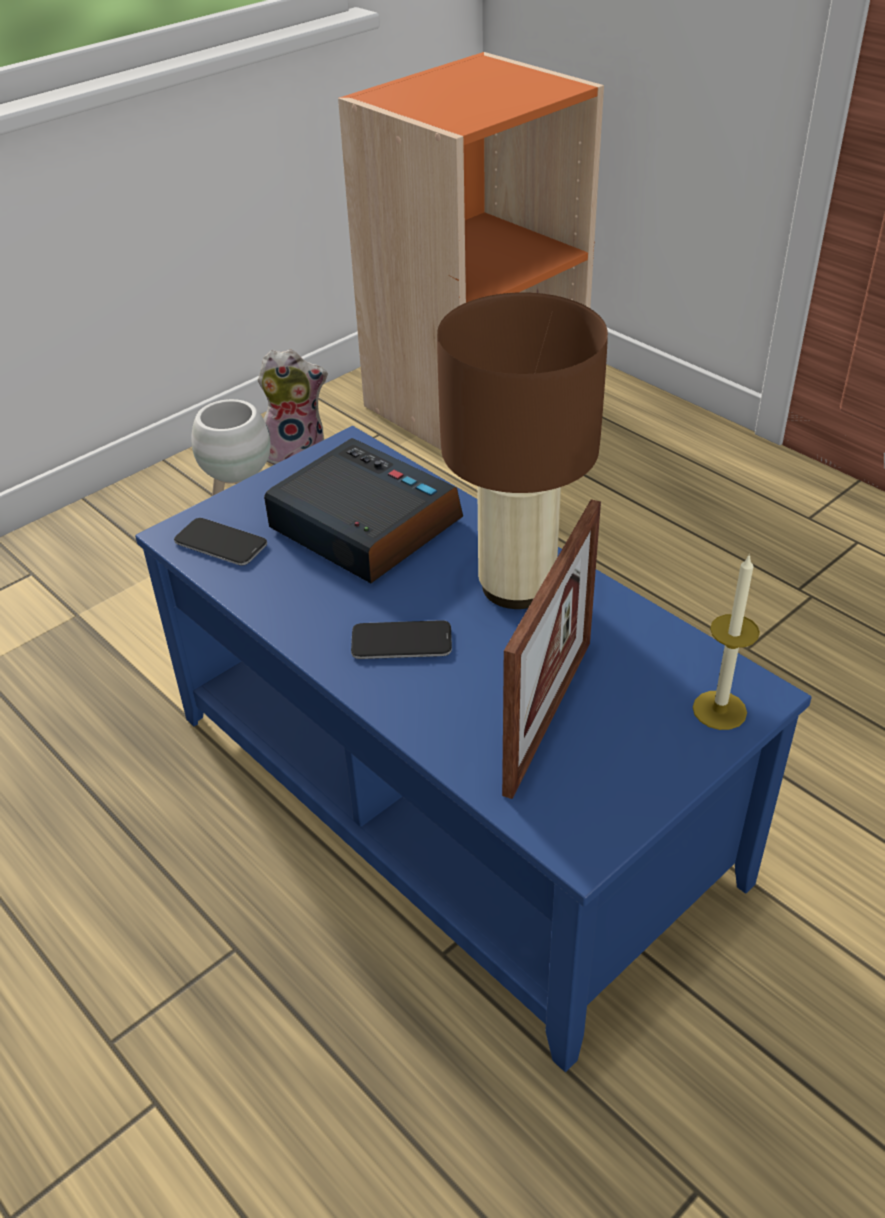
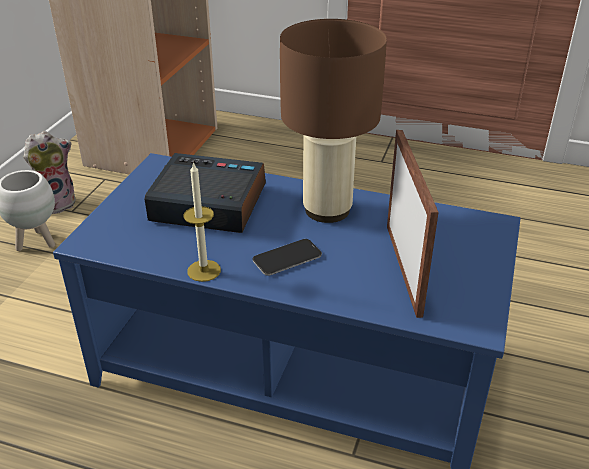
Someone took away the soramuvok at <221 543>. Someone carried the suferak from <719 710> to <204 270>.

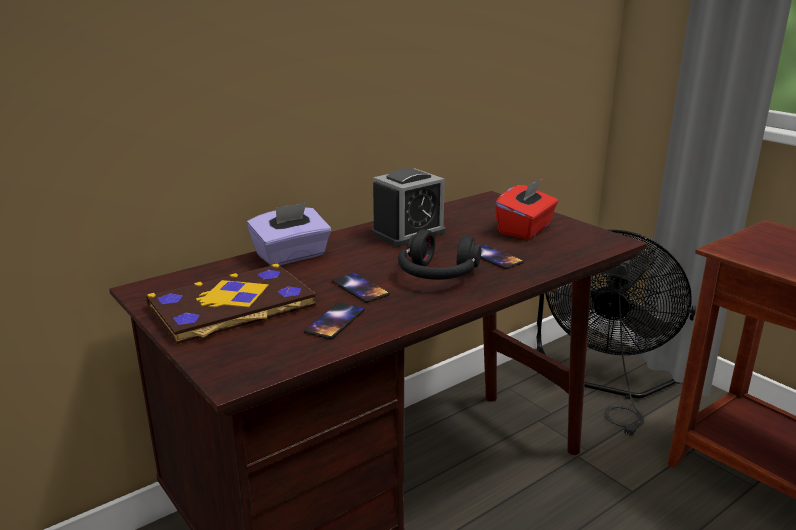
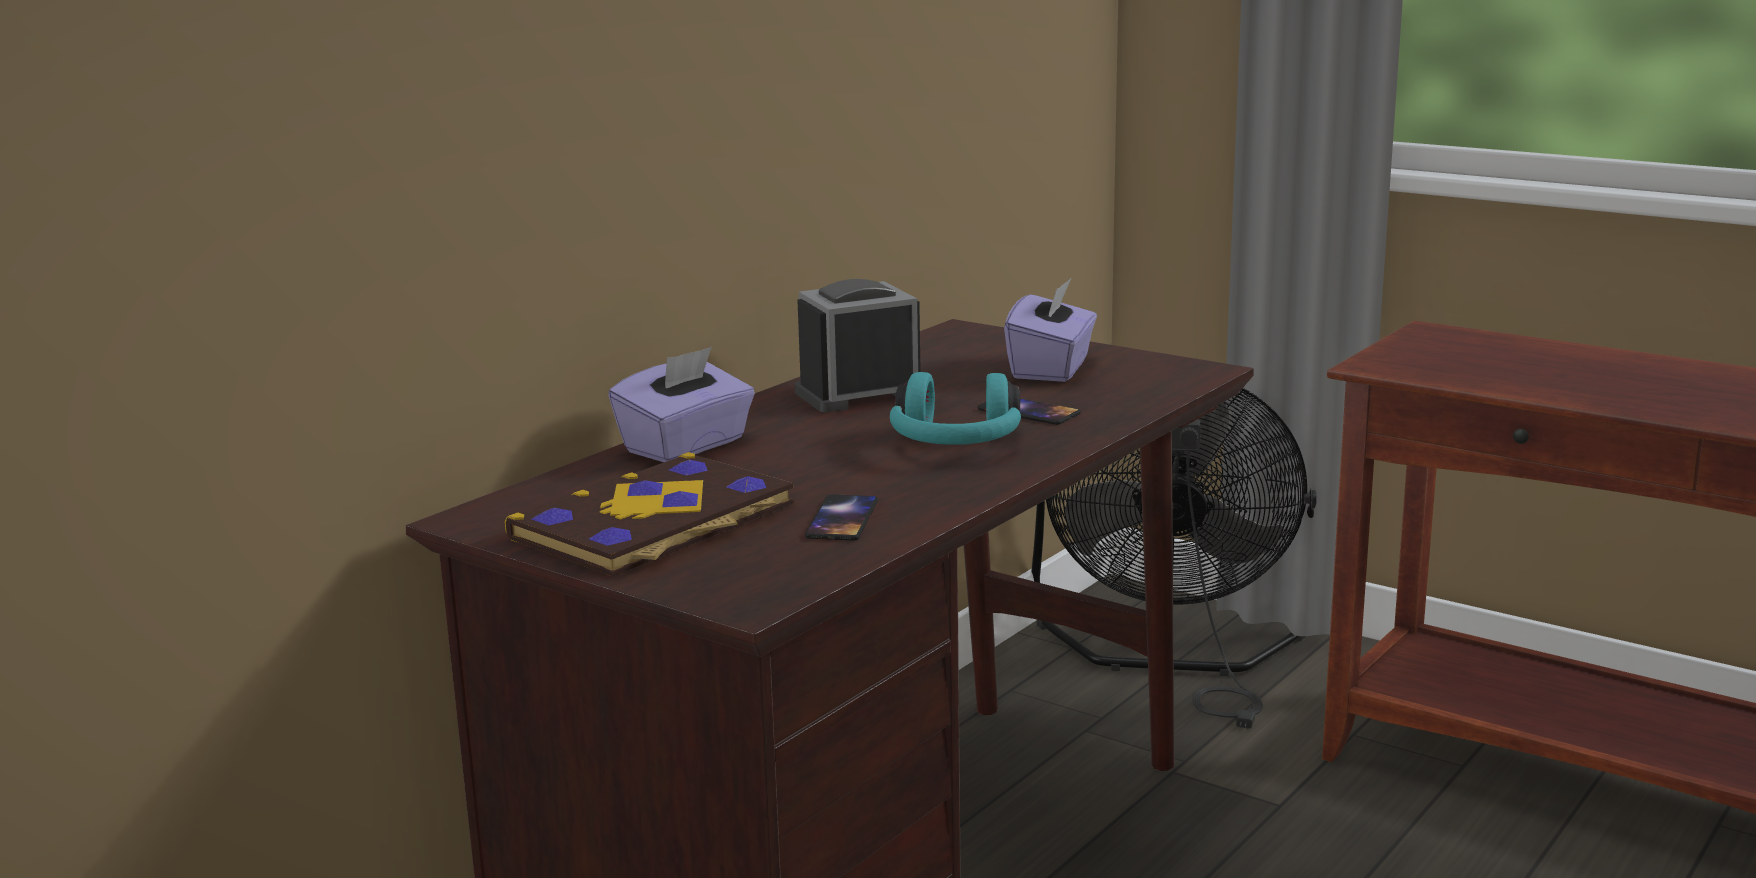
Someone took away the soramuvok at <360 288>. Someone rotated the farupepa at <408 233> by 150 degrees counterclockwise. Someone repainted the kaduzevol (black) at <436 276>, which became the kaduzevol (turquoise) at <955 445>. Someone repainted the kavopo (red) at <525 229>, which became the kavopo (purple) at <1051 369>.

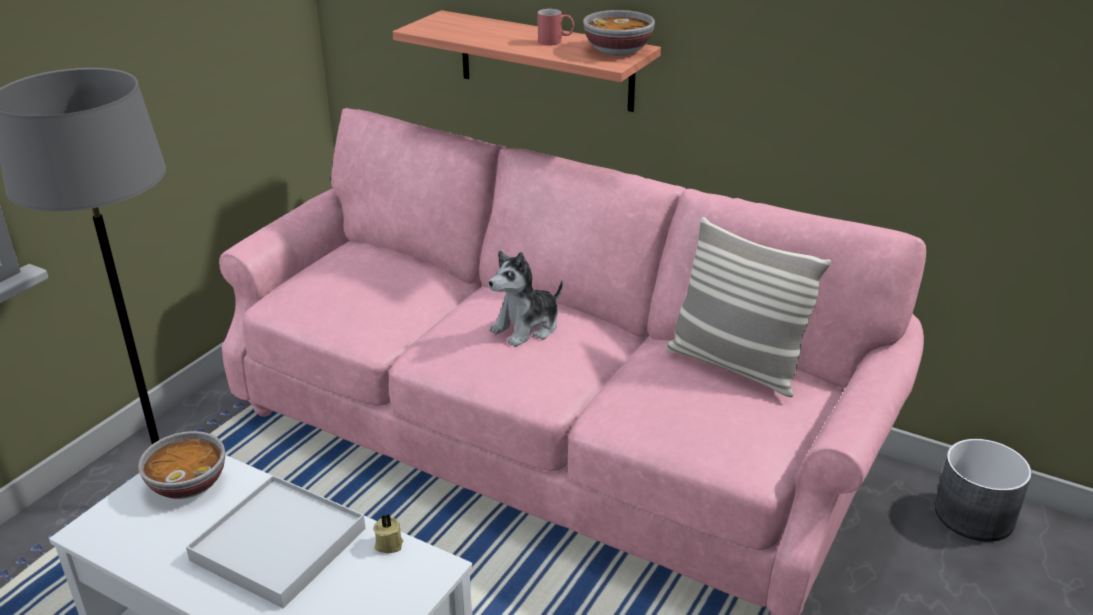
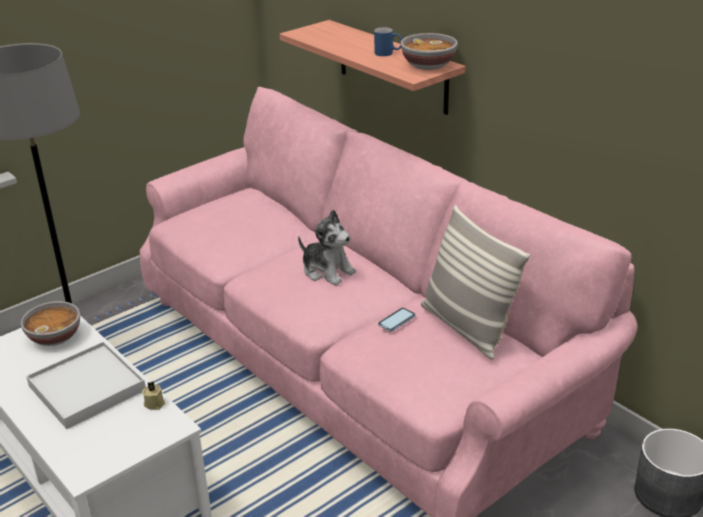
Someone rotated the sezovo at <527 328> by 120 degrees counterclockwise. Someone repainted the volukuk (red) at <556 42>, which became the volukuk (blue) at <388 53>. Someone put down the soramuvok at <396 321>.

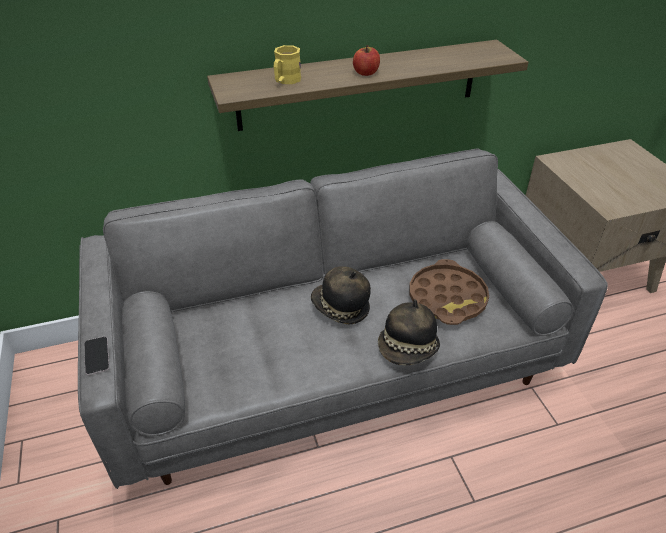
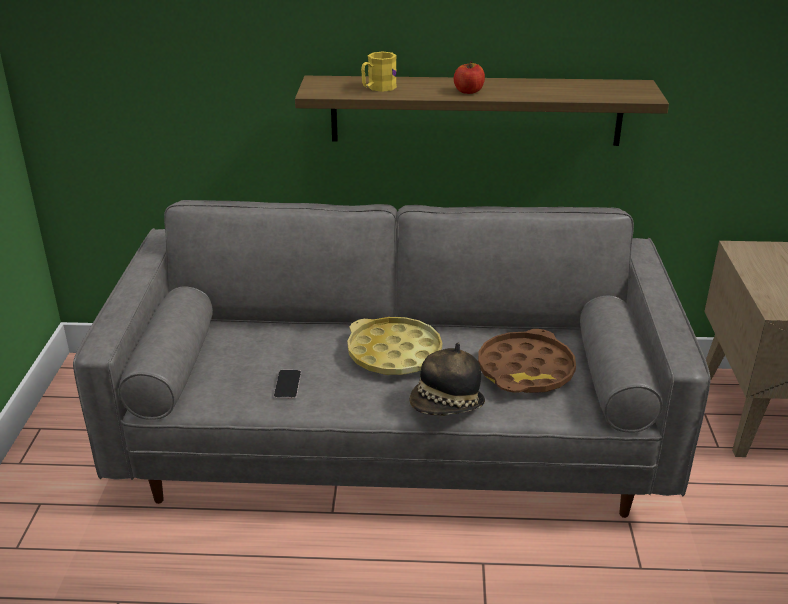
Someone carried the soramuvok from <97 356> to <287 385>. Someone swapped the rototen at <340 308> for the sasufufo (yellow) at <394 354>.

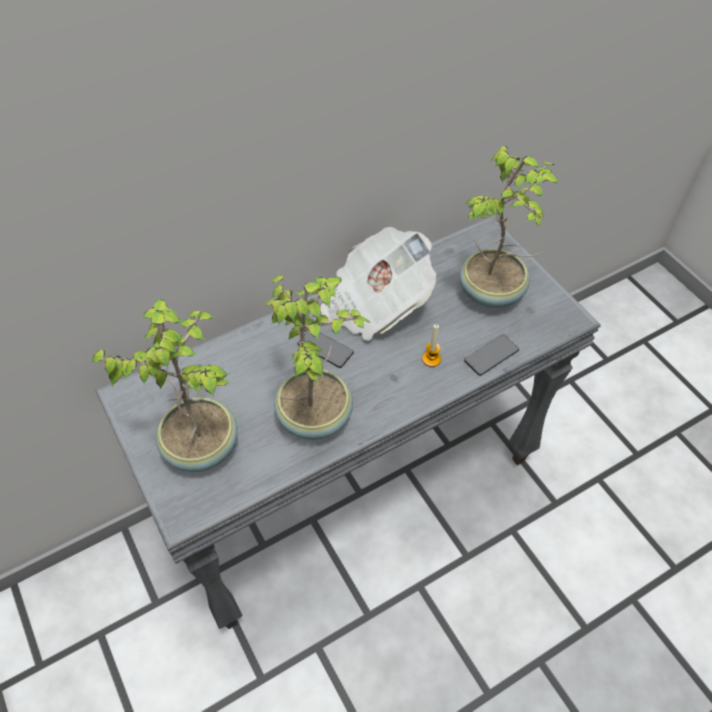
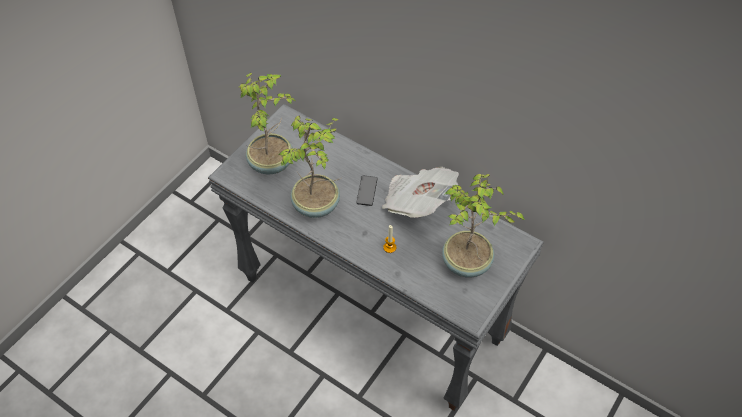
Someone took away the soramuvok at <491 355>.

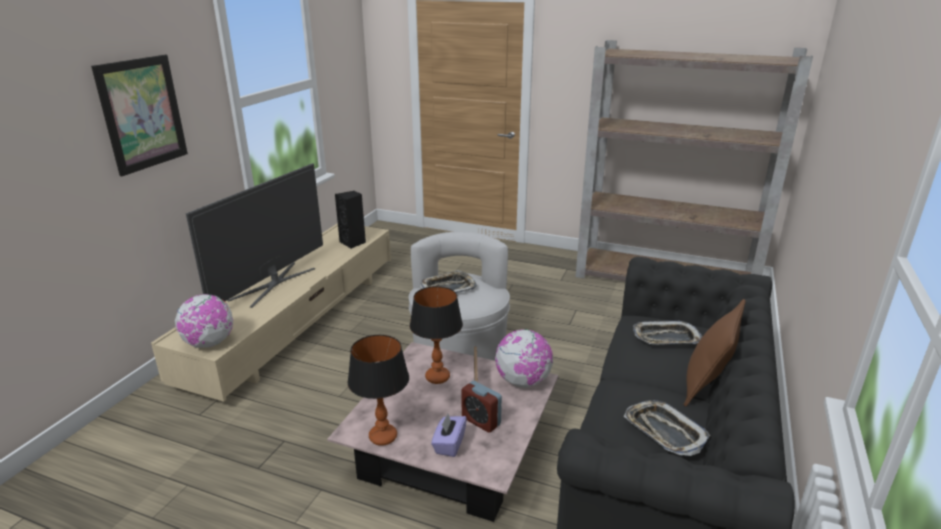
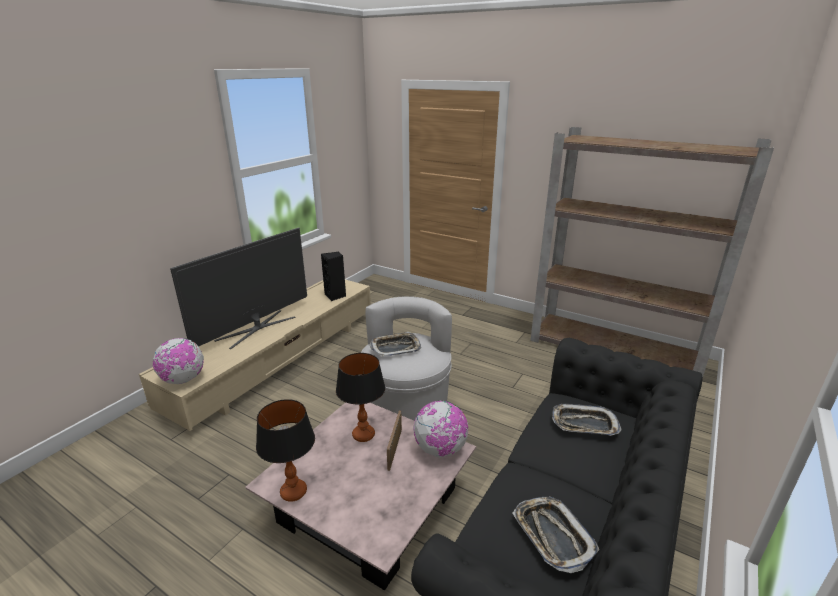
Someone took away the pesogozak at <142 114>. Someone took away the kavopo (purple) at <449 444>. Someone took away the farupepa at <481 421>. Someone took away the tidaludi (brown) at <706 385>.

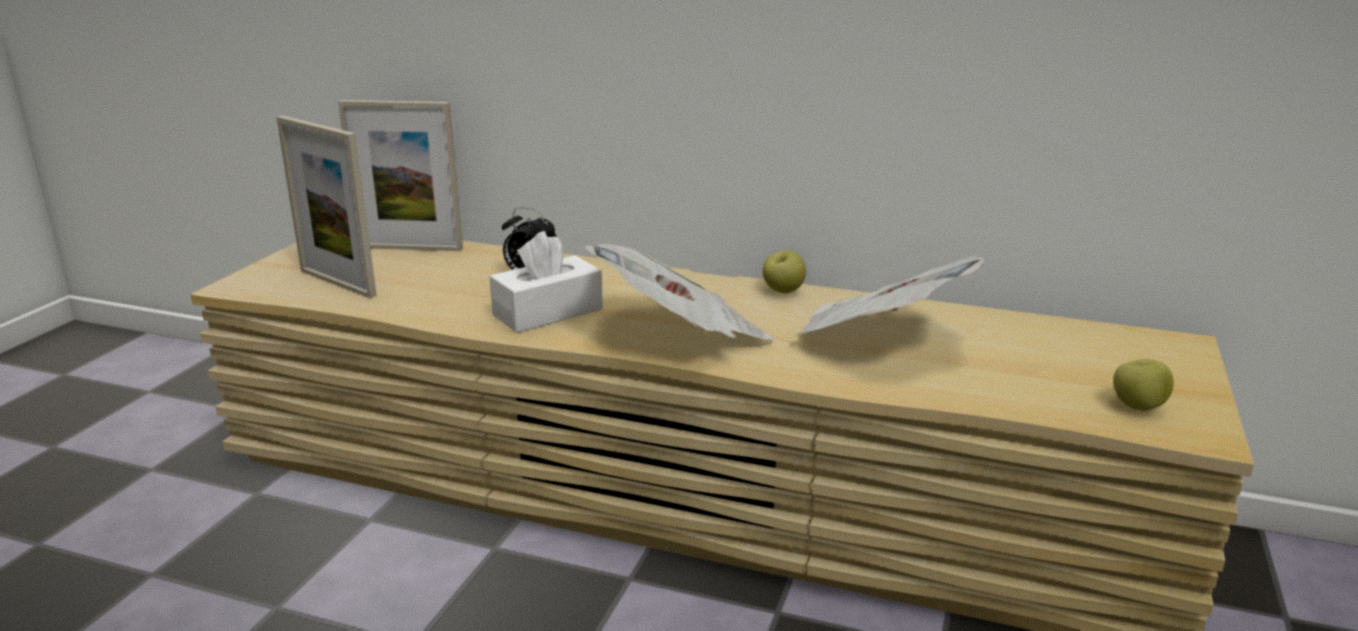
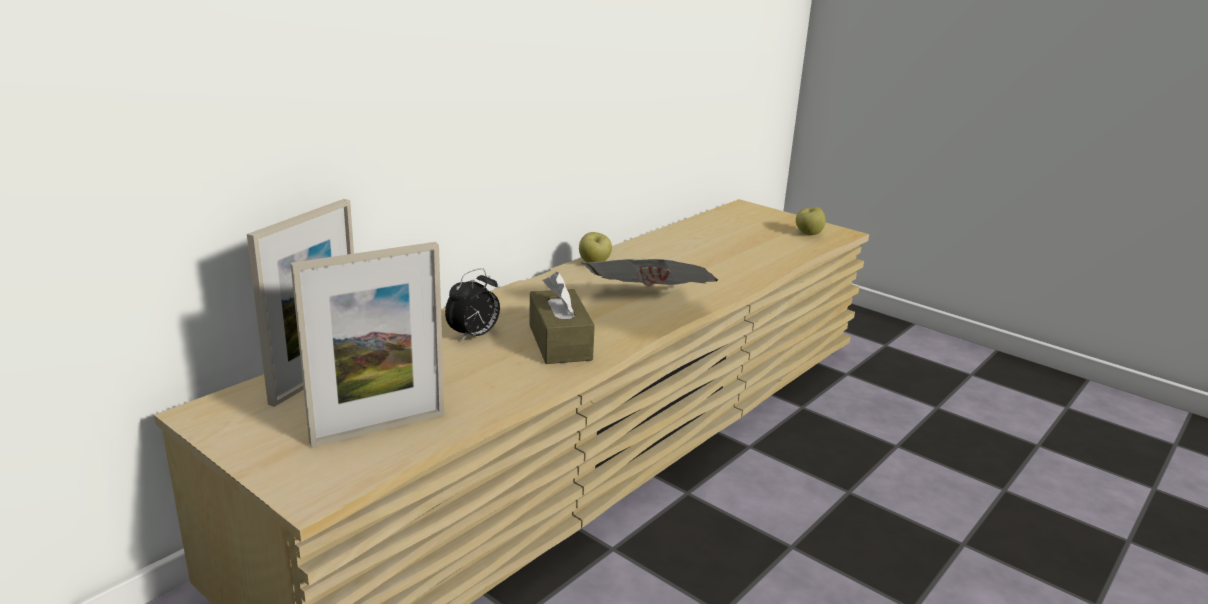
Someone repainted the kavopo (white) at <548 312>, which became the kavopo (brown) at <560 342>. Someone took away the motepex at <879 340>.

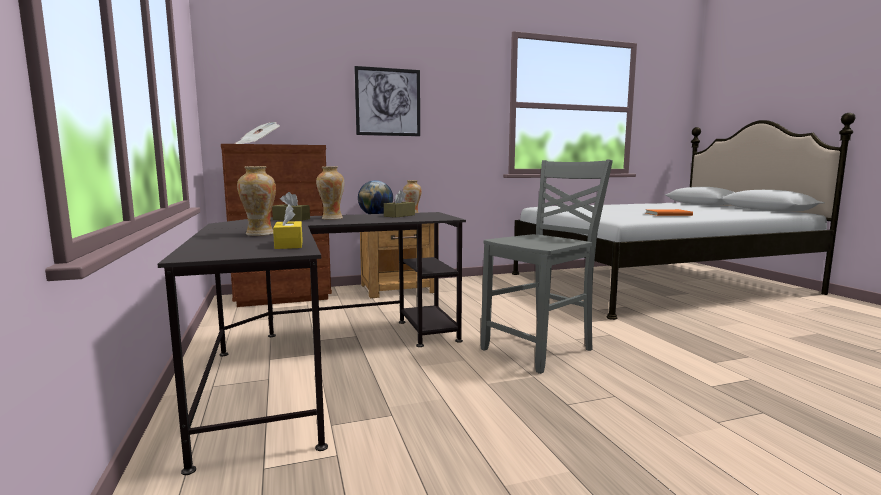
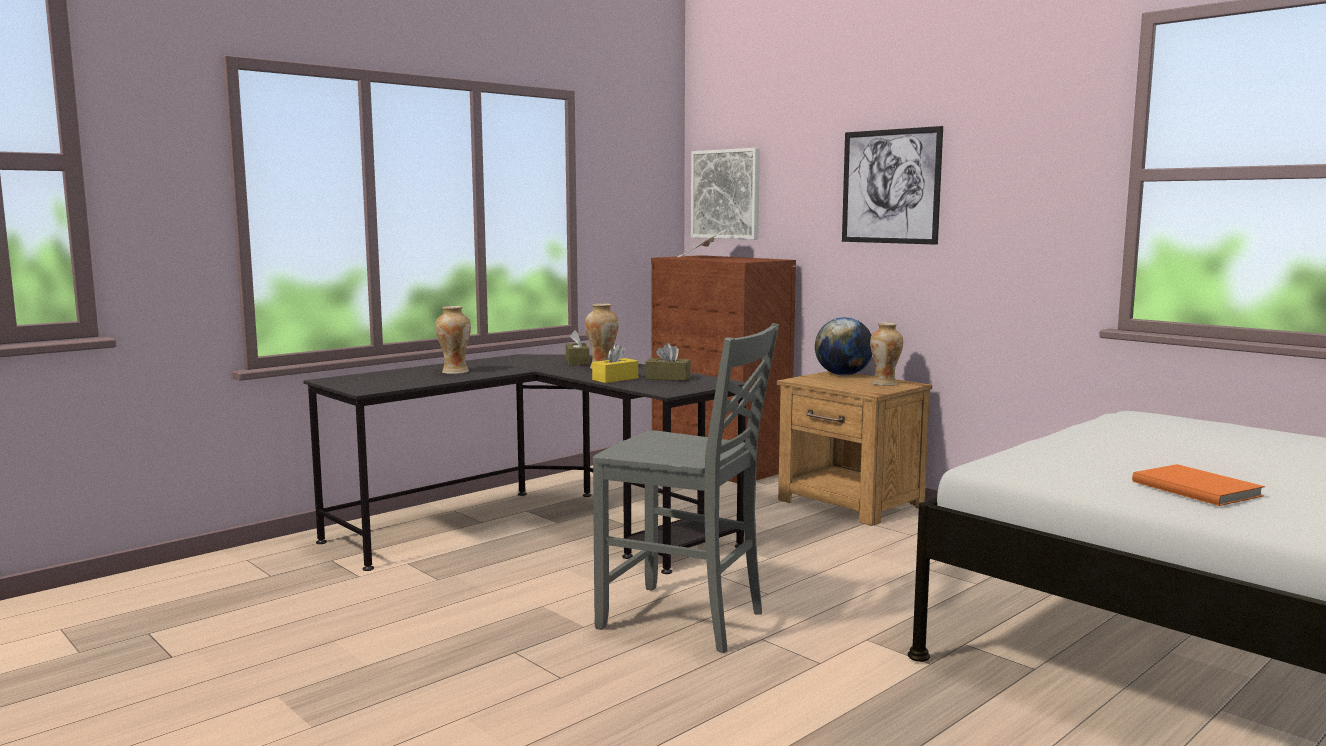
Someone carried the kavopo (yellow) from <289 244> to <615 379>. Someone put up the pesogozak at <726 194>.

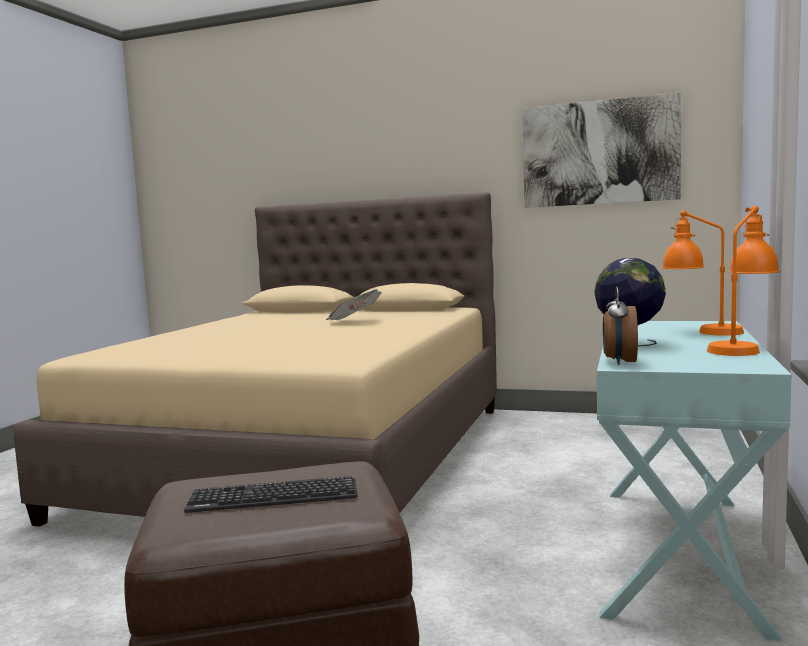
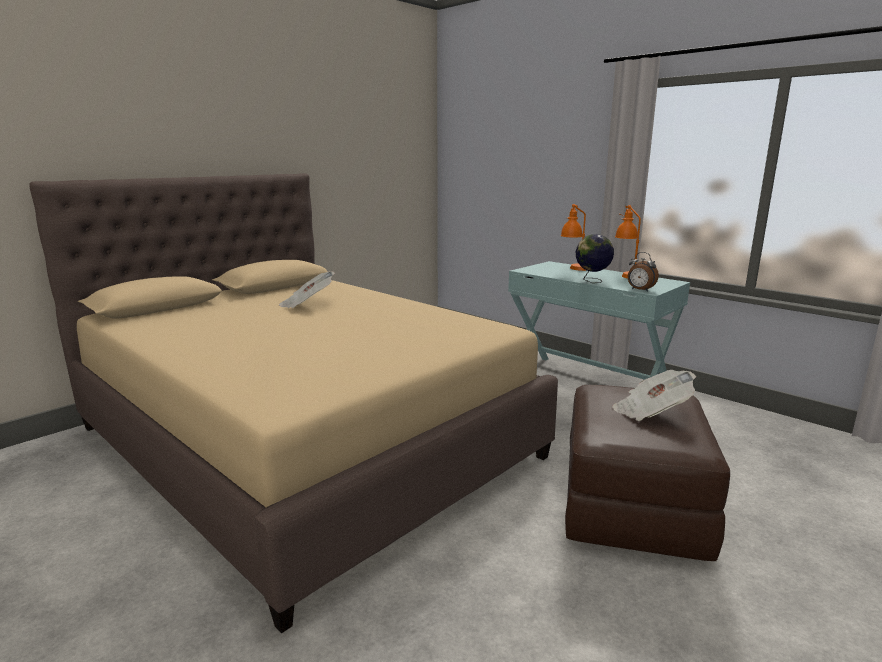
Someone swapped the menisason at <273 497> for the motepex at <651 412>. Someone took away the pesogozak at <599 152>.

